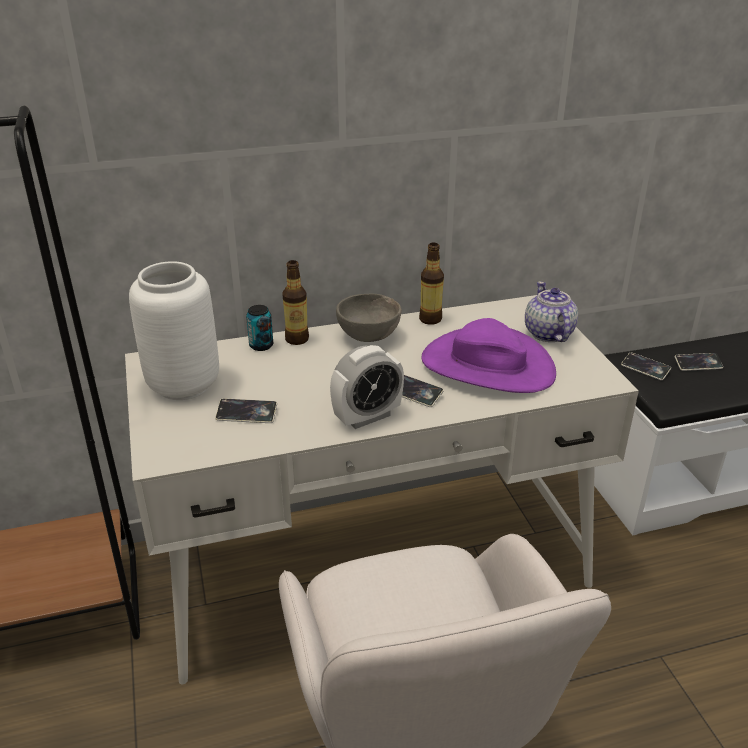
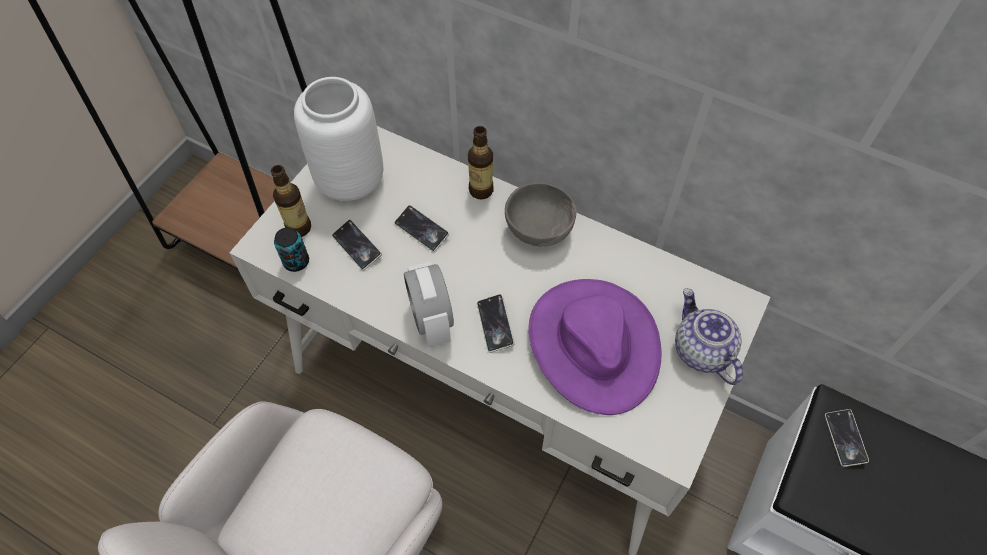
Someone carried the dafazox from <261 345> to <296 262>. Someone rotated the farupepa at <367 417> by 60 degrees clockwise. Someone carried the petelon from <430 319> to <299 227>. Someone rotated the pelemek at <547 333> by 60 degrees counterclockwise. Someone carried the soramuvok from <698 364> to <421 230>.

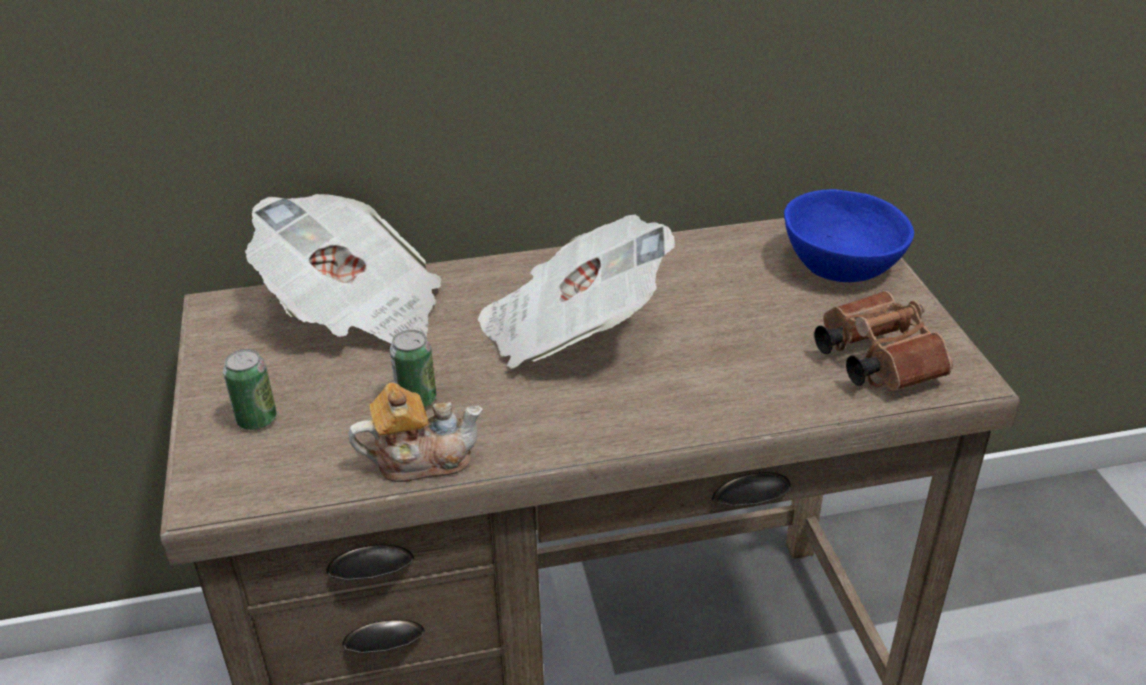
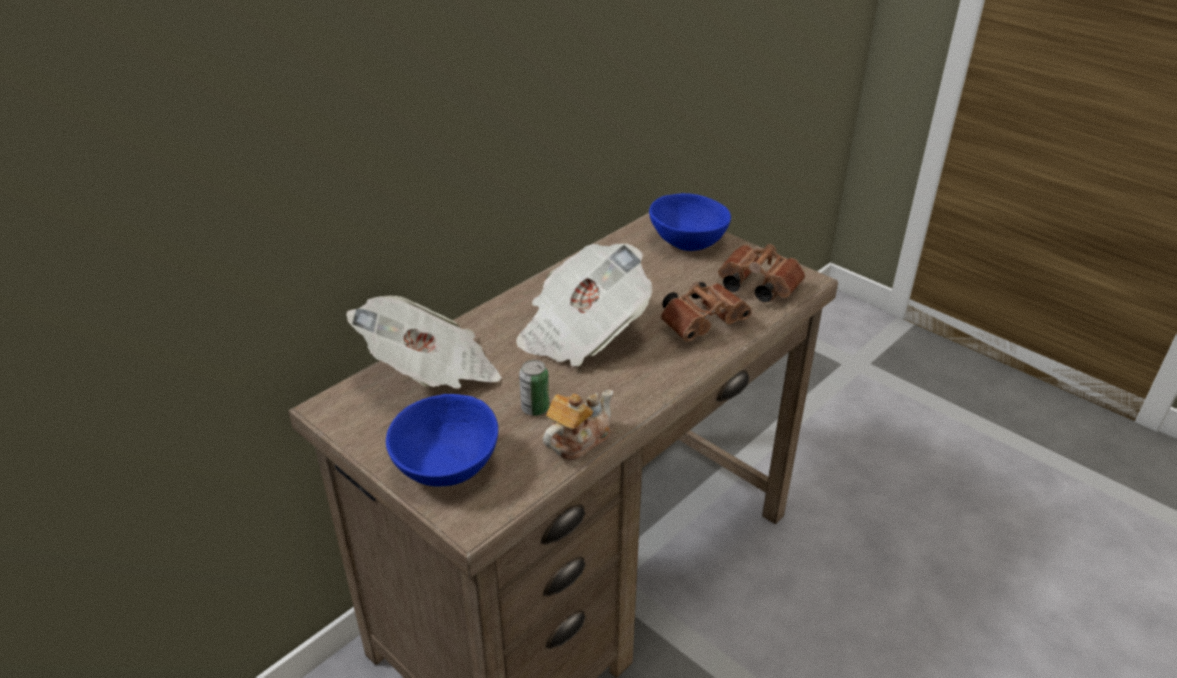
Someone swapped the dafazox at <256 419> for the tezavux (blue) at <446 464>. Someone put down the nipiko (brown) at <704 323>.

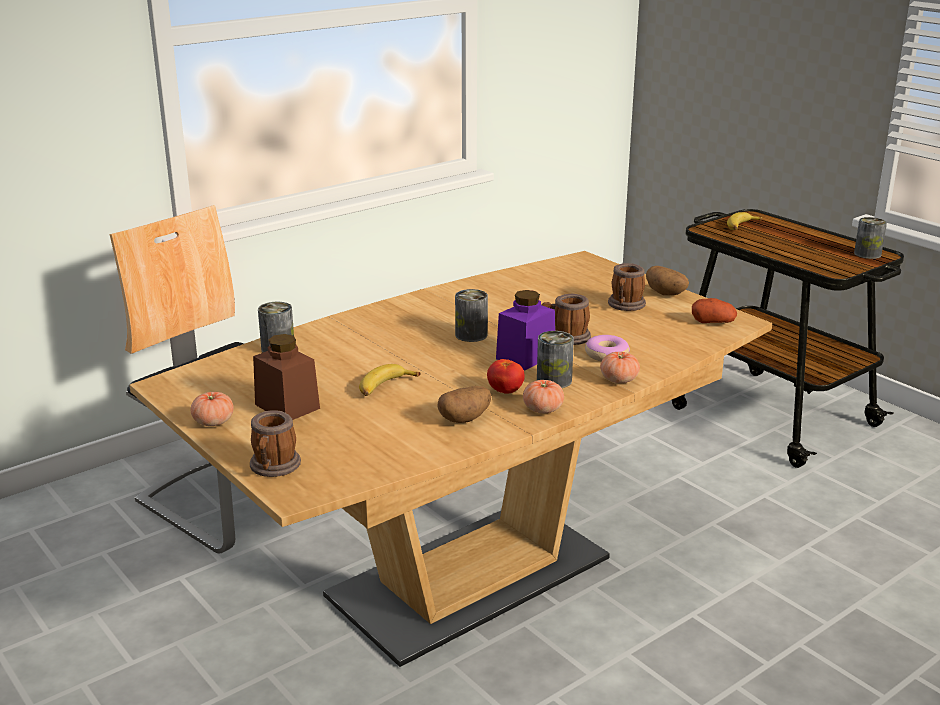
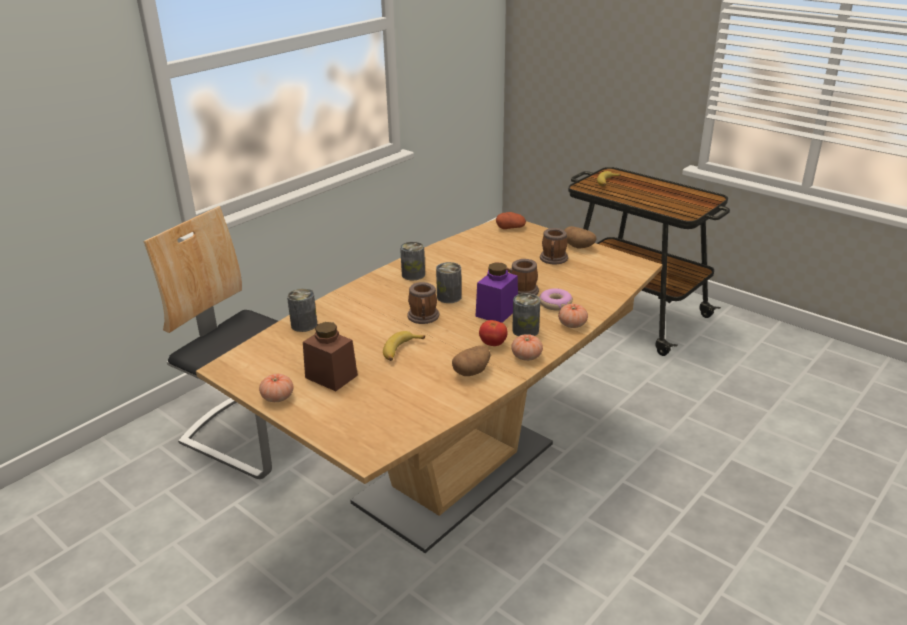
Someone carried the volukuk from <274 467> to <423 318>. Someone carried the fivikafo from <713 322> to <510 228>. Someone carried the dafazox from <867 254> to <413 274>.

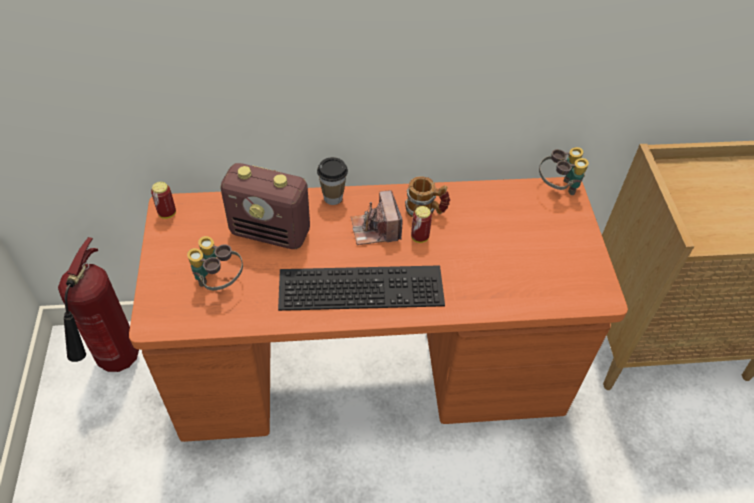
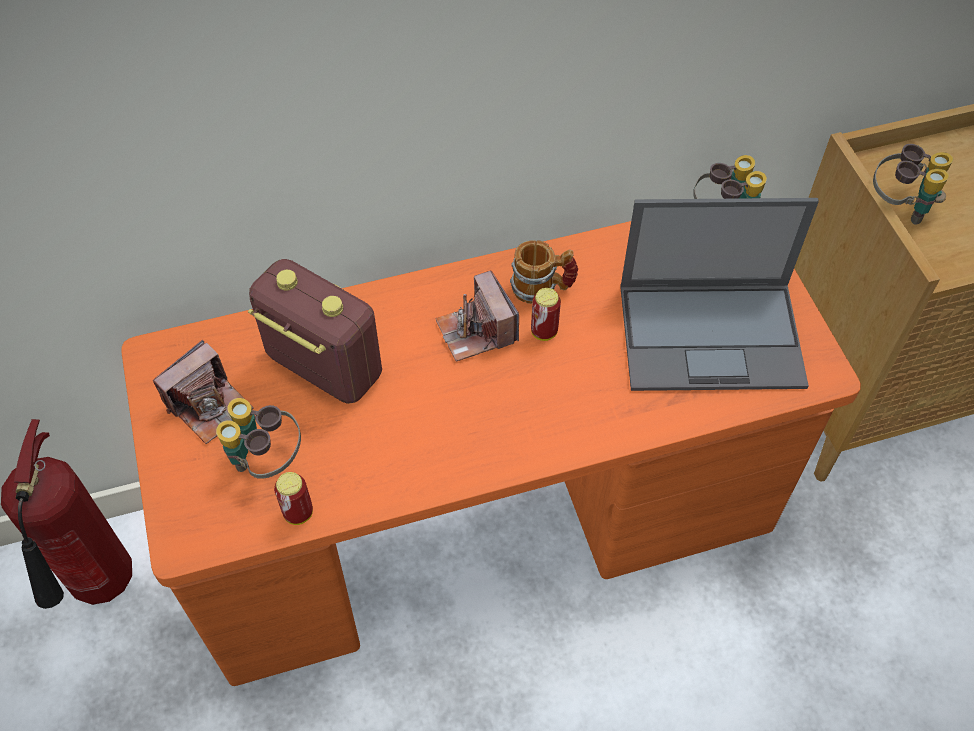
Someone carried the dafazox from <167 213> to <298 513>. Someone rotated the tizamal at <271 232> by 150 degrees counterclockwise. Someone took away the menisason at <362 285>. Someone took away the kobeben at <333 198>. Someone put down the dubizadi at <209 406>. Someone put down the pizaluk at <713 335>. Someone put down the nipiko at <899 207>.

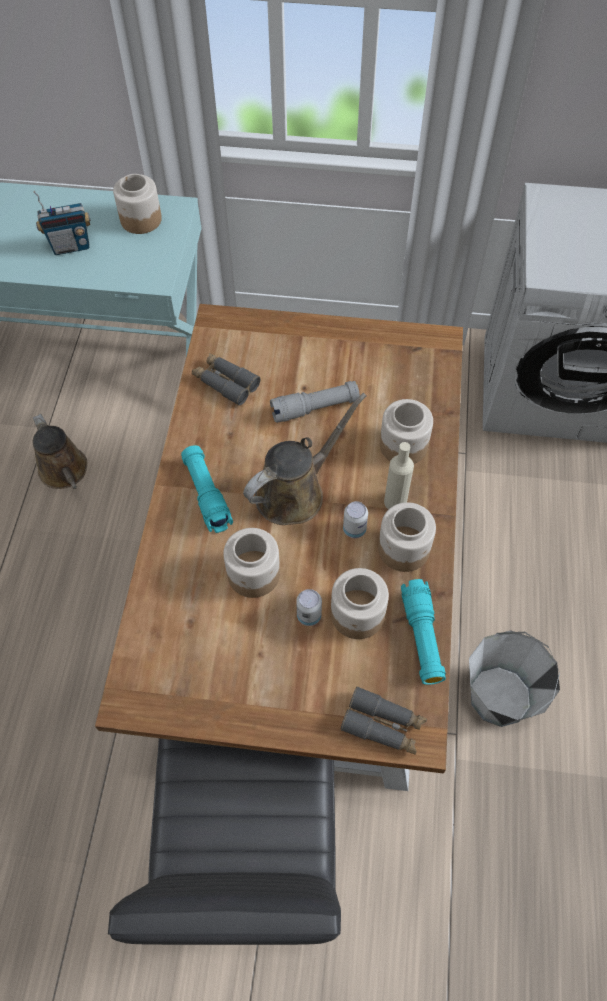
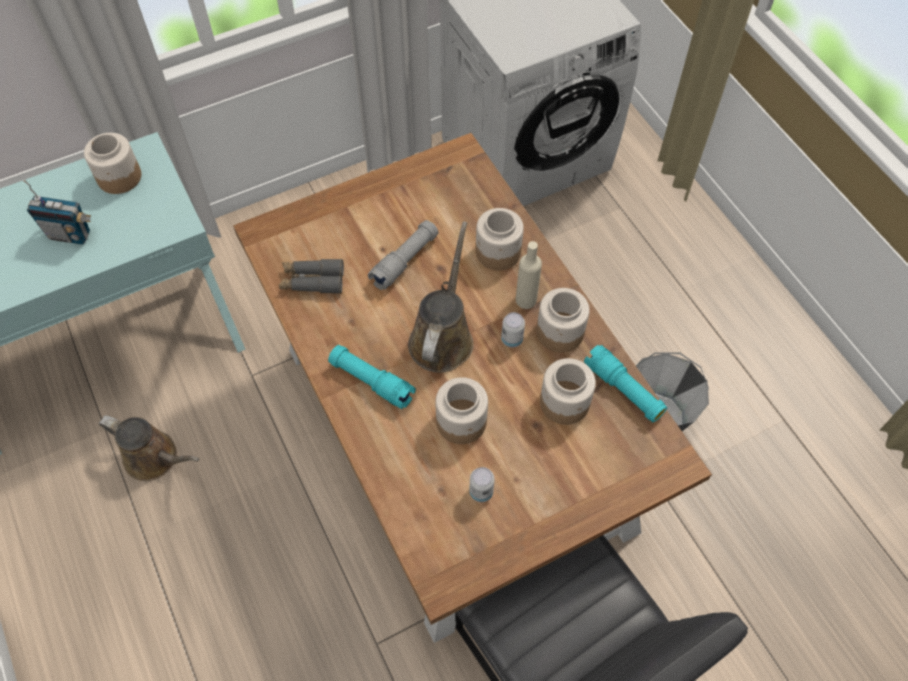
Someone rotated the tizamal at <71 246> by 60 degrees clockwise. Someone carried the dafazox from <309 616> to <481 492>. Someone took away the nipiko (grey) at <383 725>.

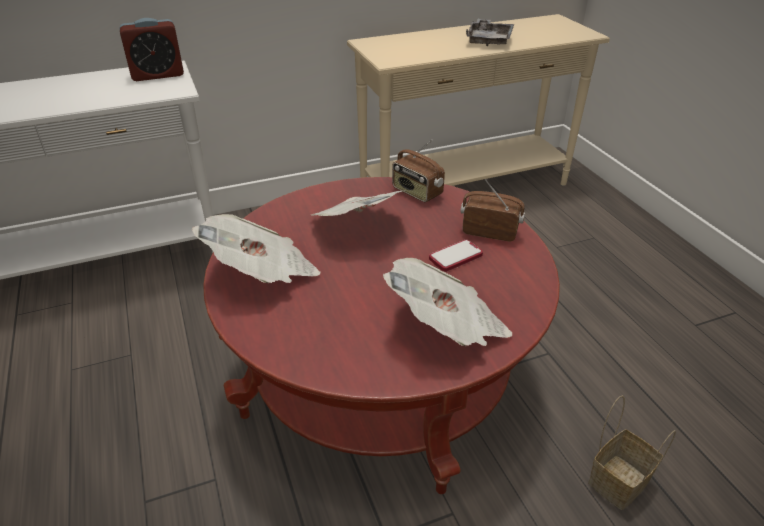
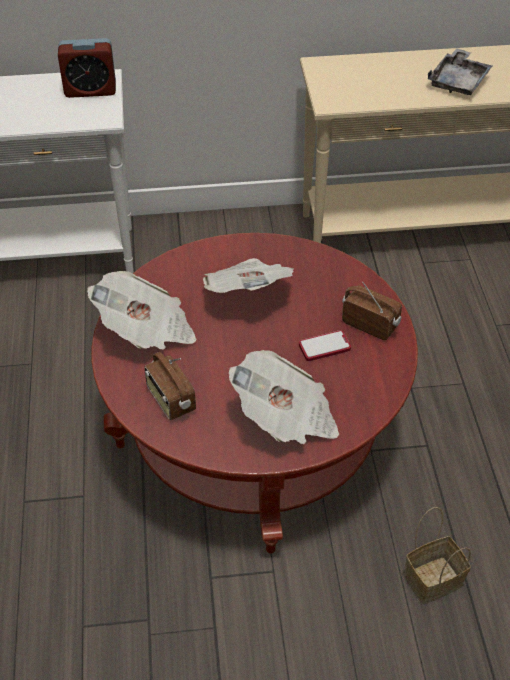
Someone carried the tizamal from <416 192> to <170 400>.

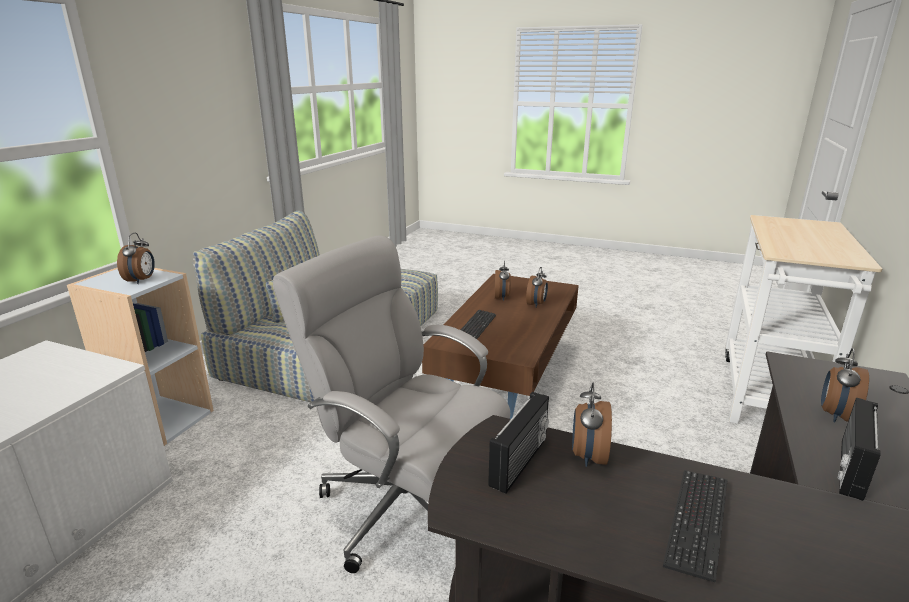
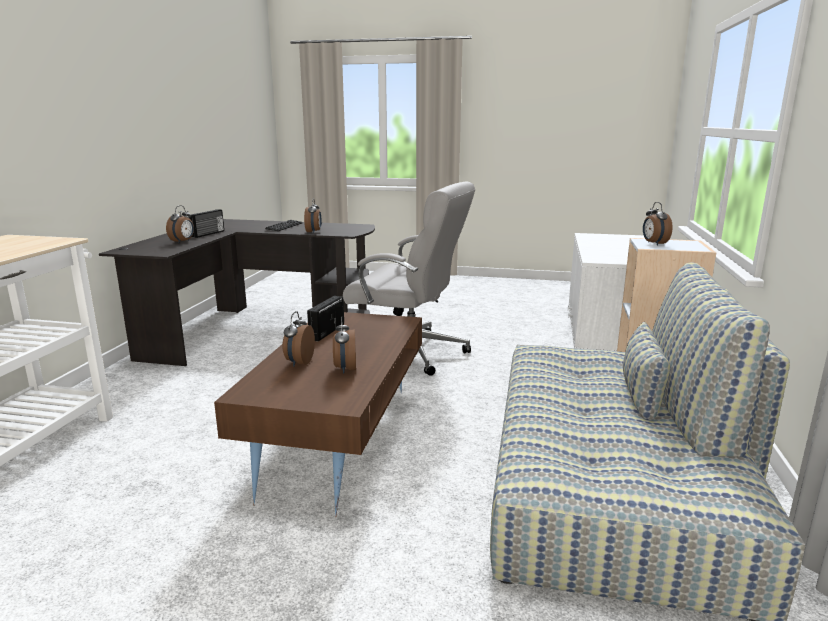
Someone took away the menisason at <476 327>. Someone carried the tizamal from <520 462> to <326 331>.

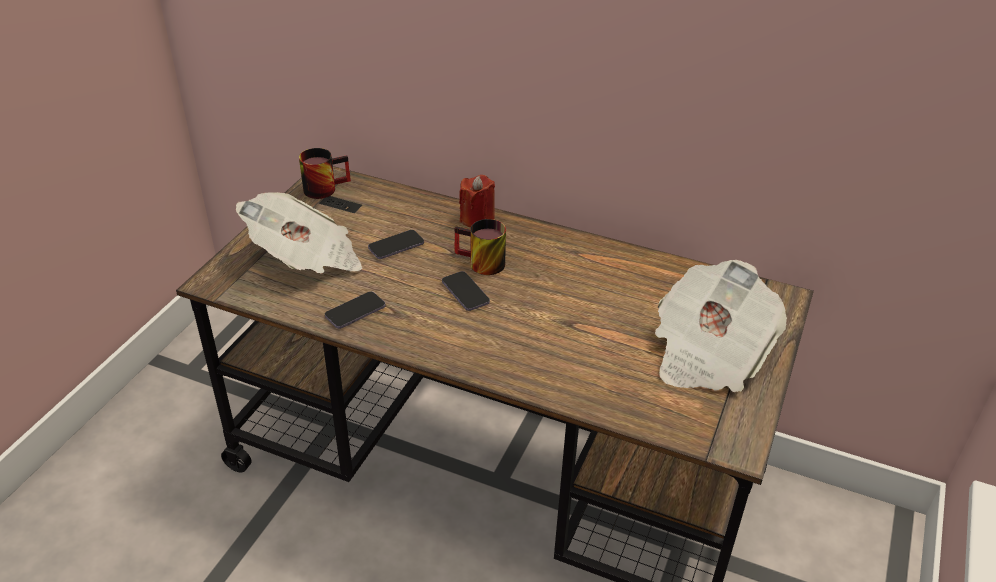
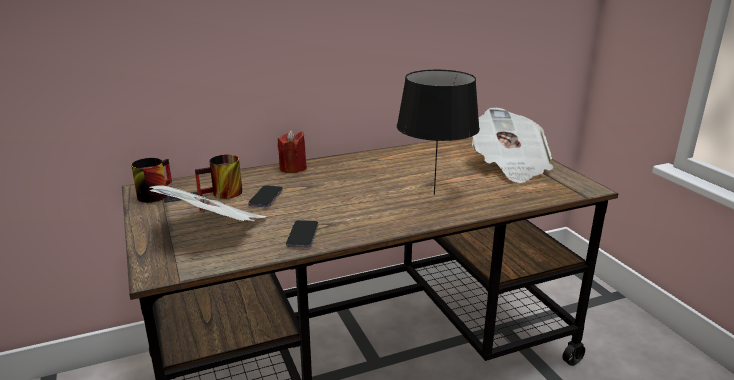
Someone took away the soramuvok at <465 292>. Someone carried the volukuk from <480 264> to <222 194>. Someone put down the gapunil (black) at <434 194>.

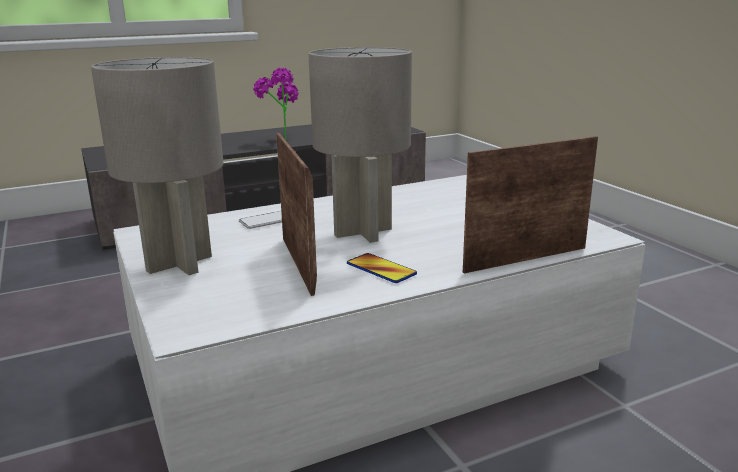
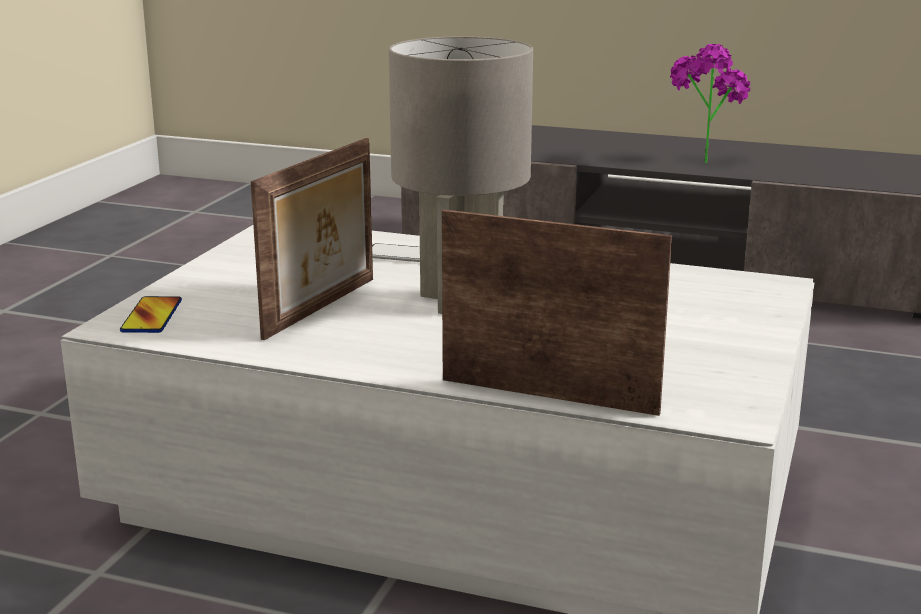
Someone took away the gapunil (grey) at <178 263>. Someone carried the soramuvok from <381 269> to <151 316>.

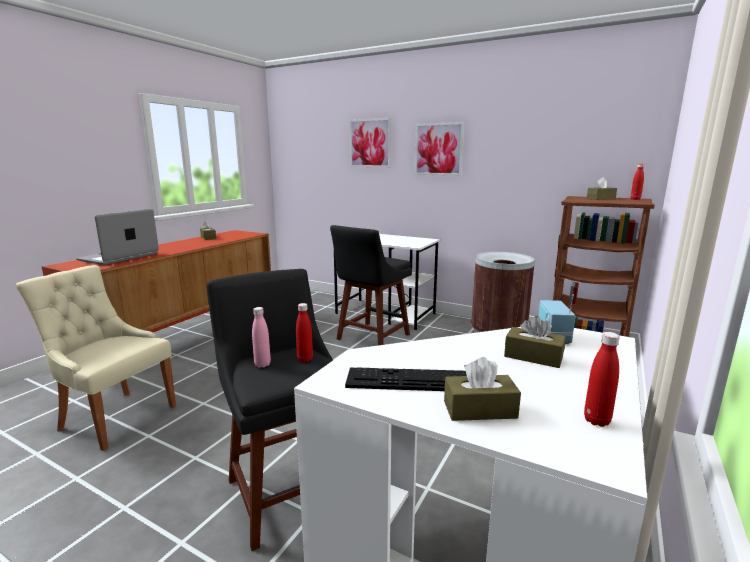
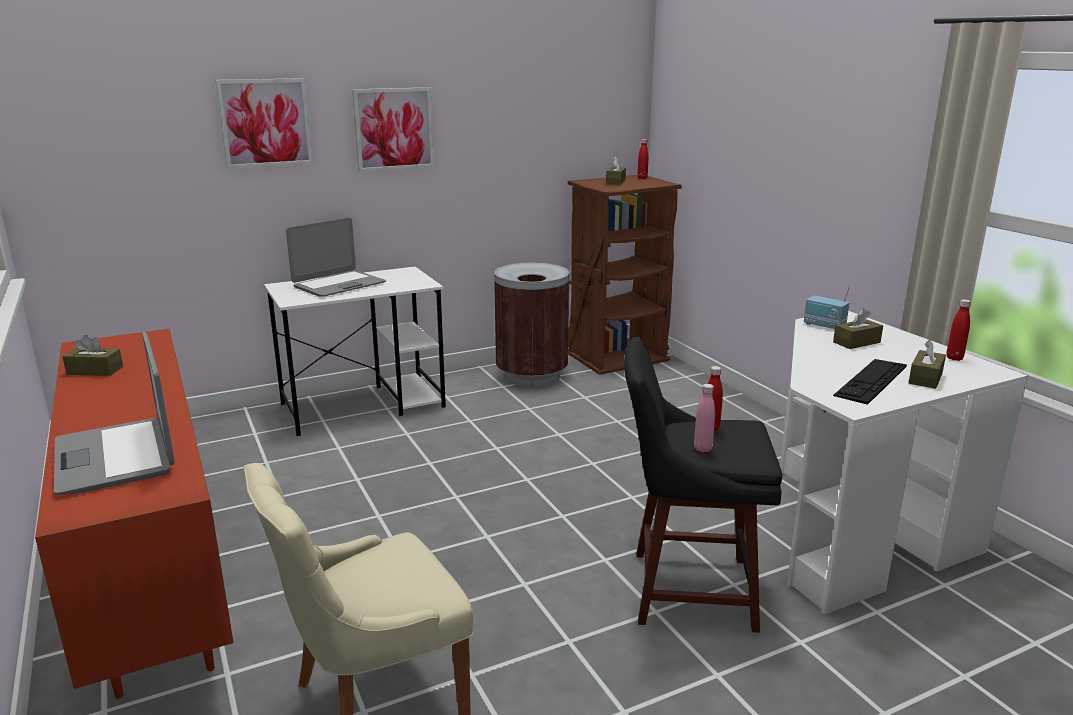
Someone took away the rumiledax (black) at <371 338>. Someone put down the pizaluk at <339 285>.

